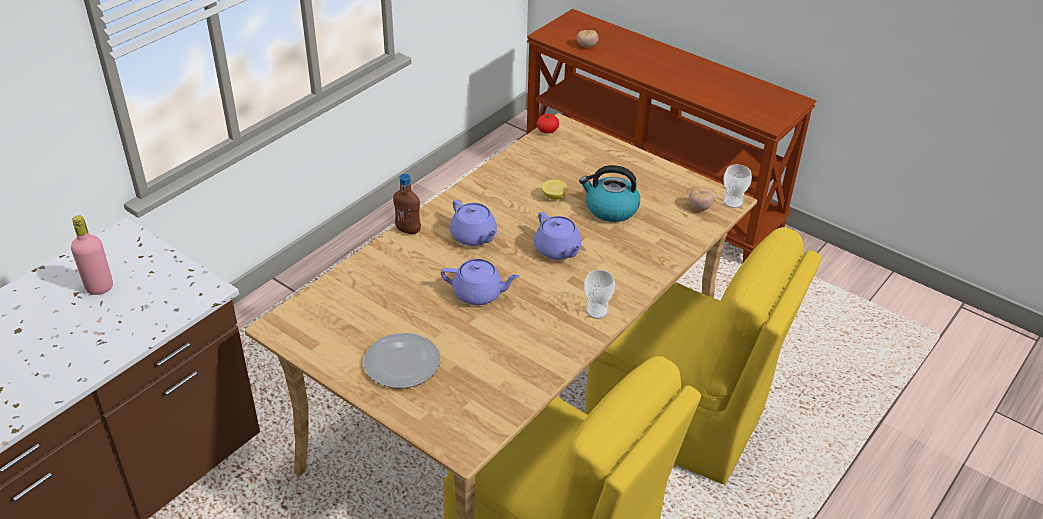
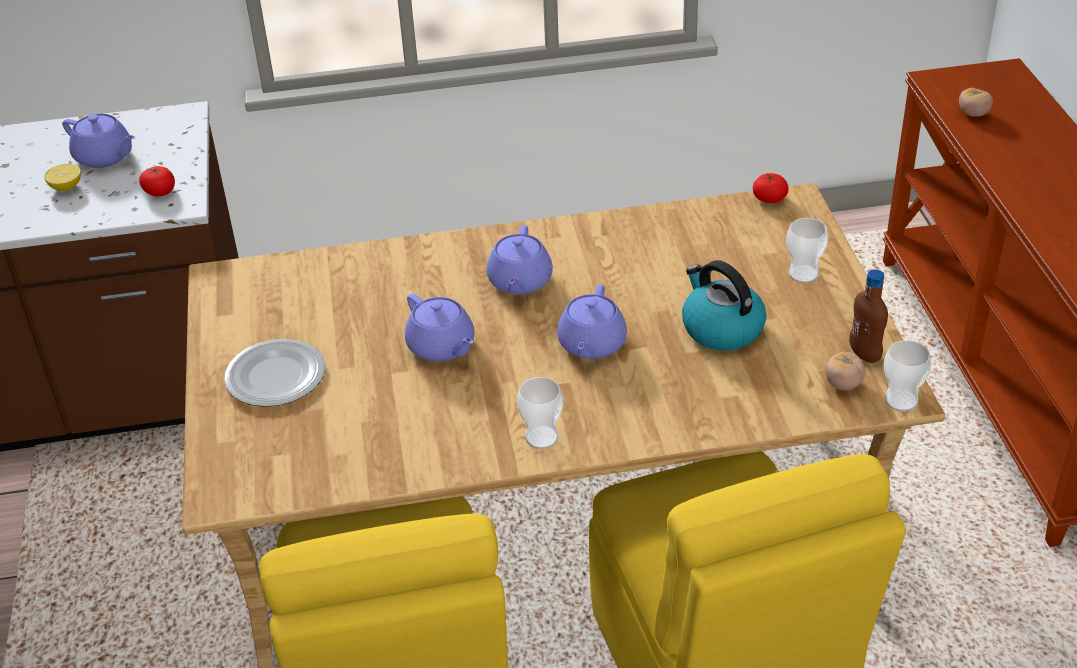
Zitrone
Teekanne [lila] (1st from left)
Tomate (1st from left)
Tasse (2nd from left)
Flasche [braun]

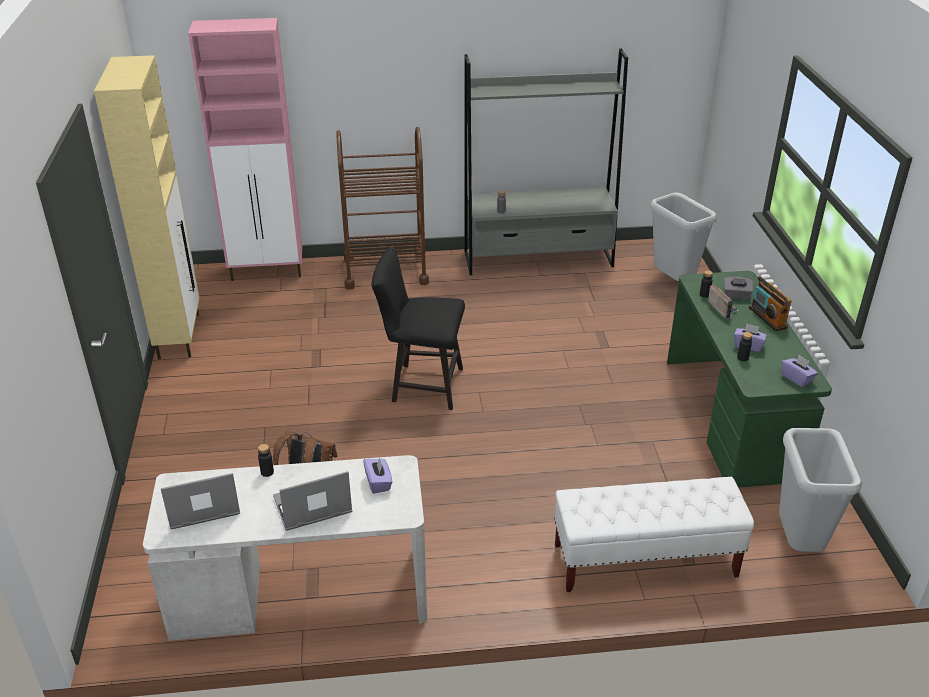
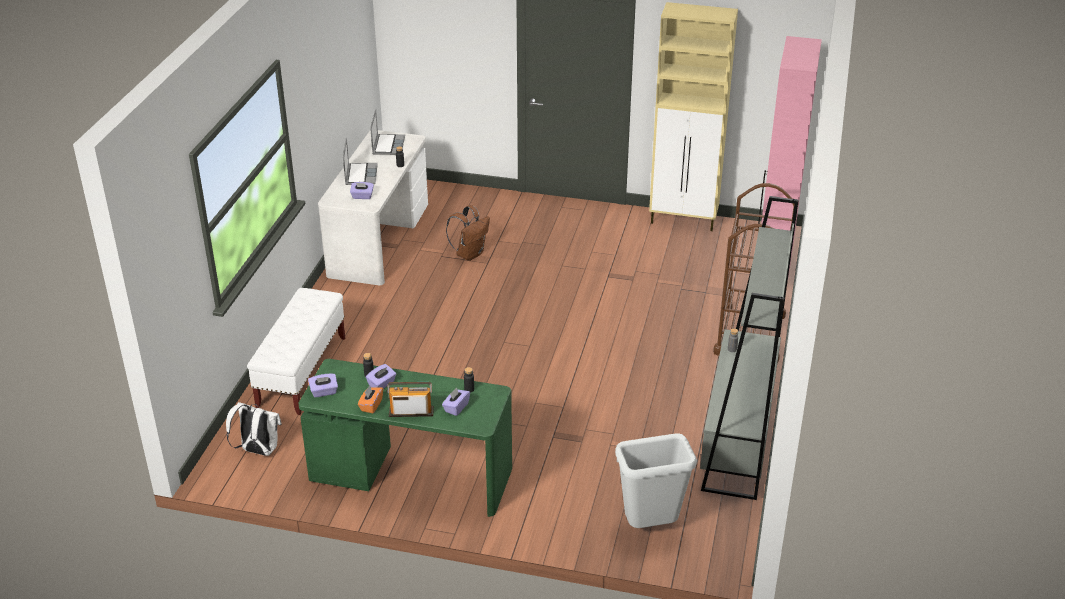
Rucksack [weiß]
Taschentuchbox [orange]
Taschentuchbox [lila] (4th from left)
Stuhl [schwarz]
Radio (1st from left in the first image)

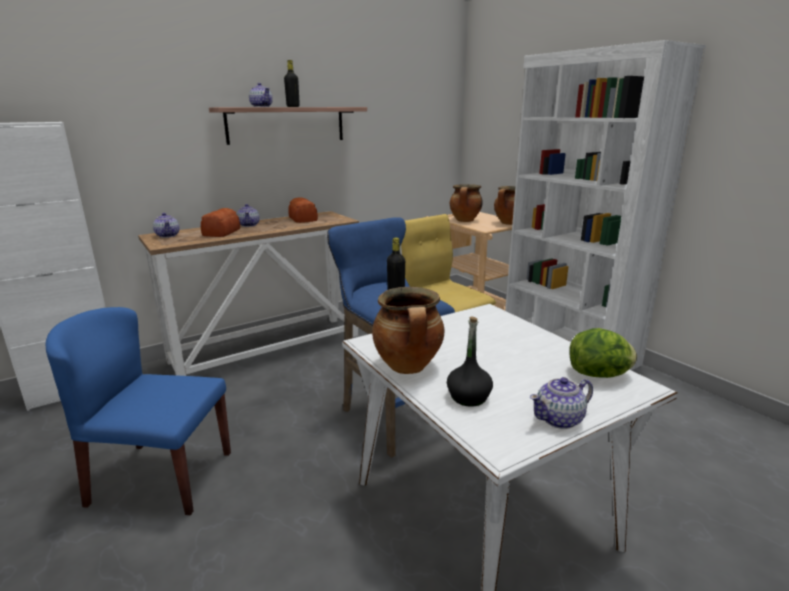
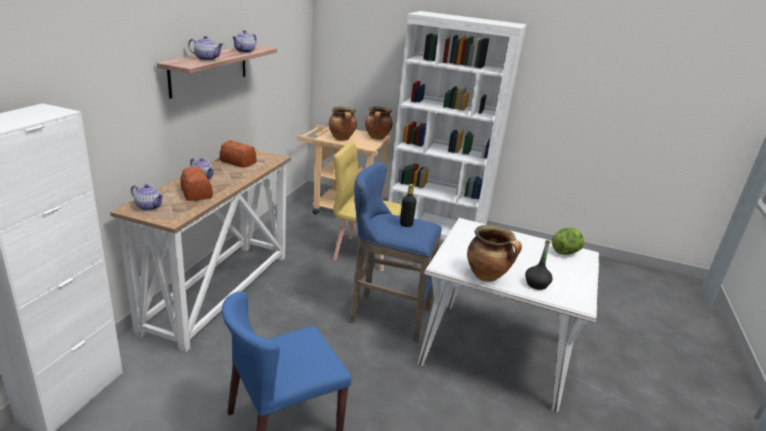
Teekanne (4th from left)
Flasche [schwarz] (1st from left in the first image)

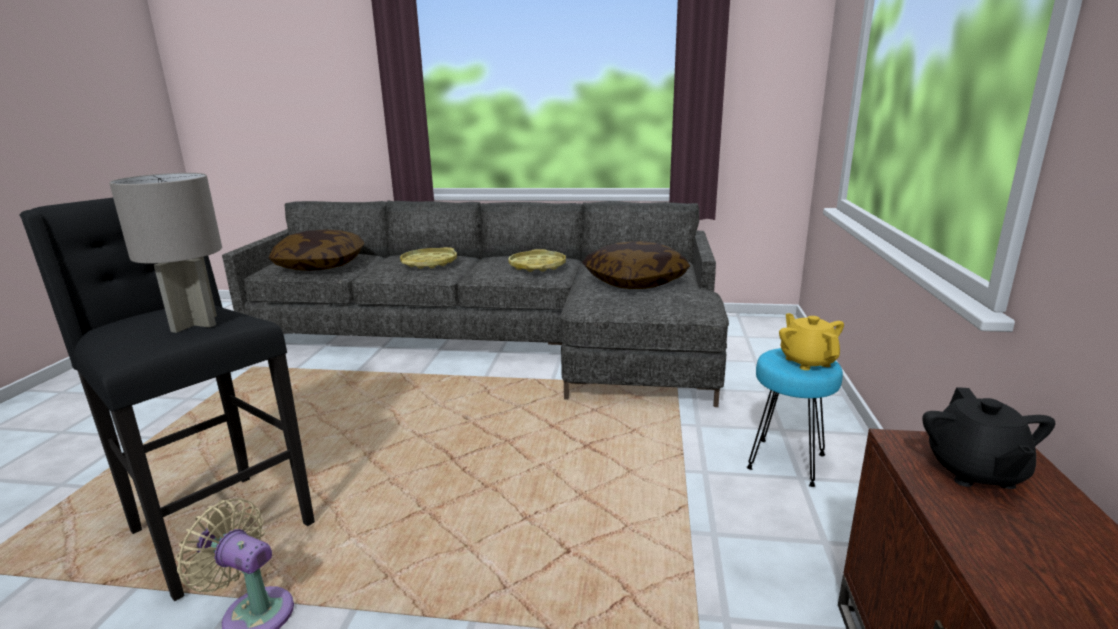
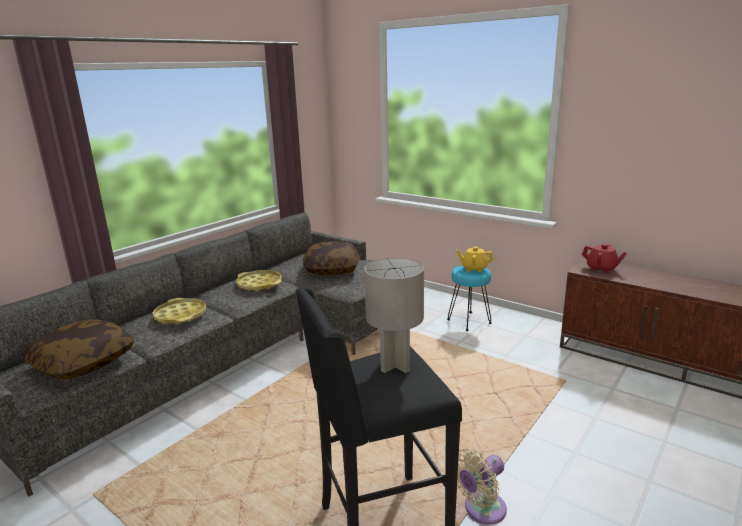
Teekanne [rot]

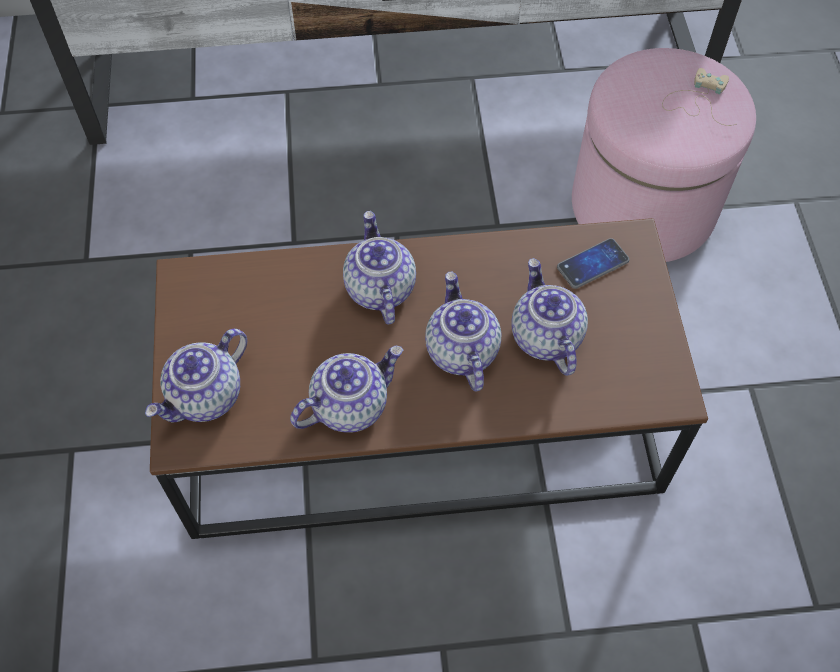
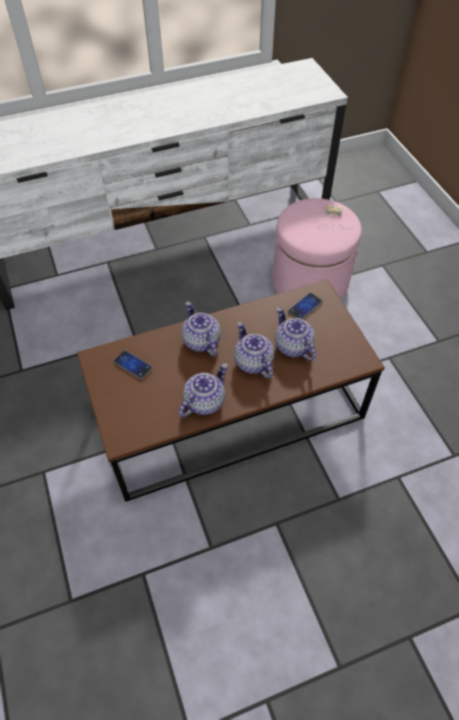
Handy (1st from left)
Teekanne (1st from left in the first image)

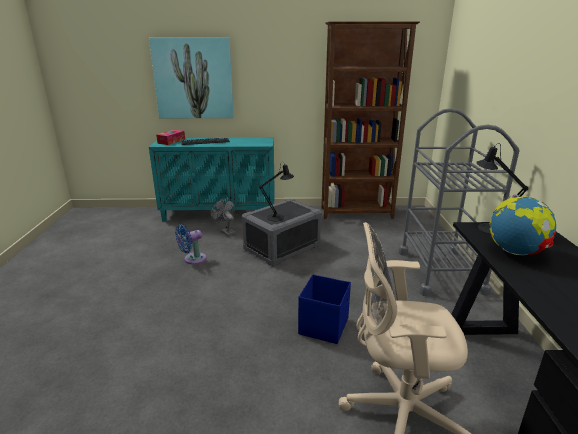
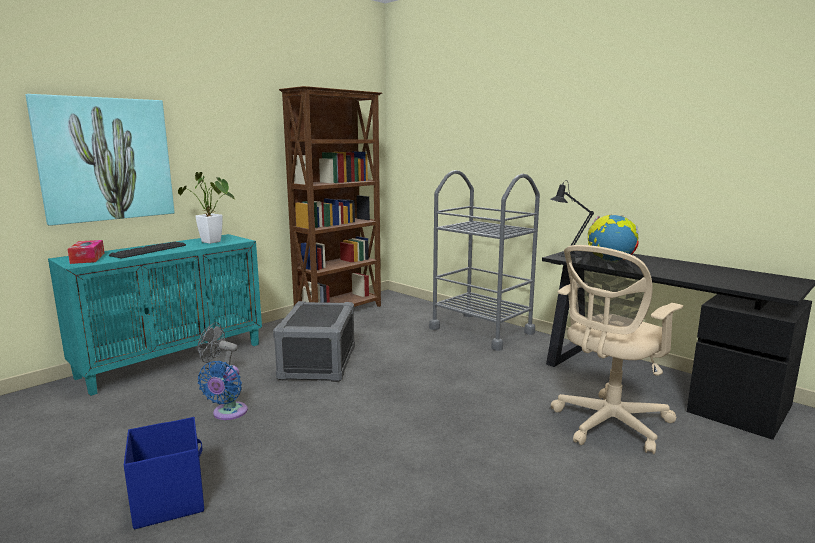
Aufbewahrungsbox [blau]
Topfpflanze
Tischlampe [schwarz] (1st from left in the first image)

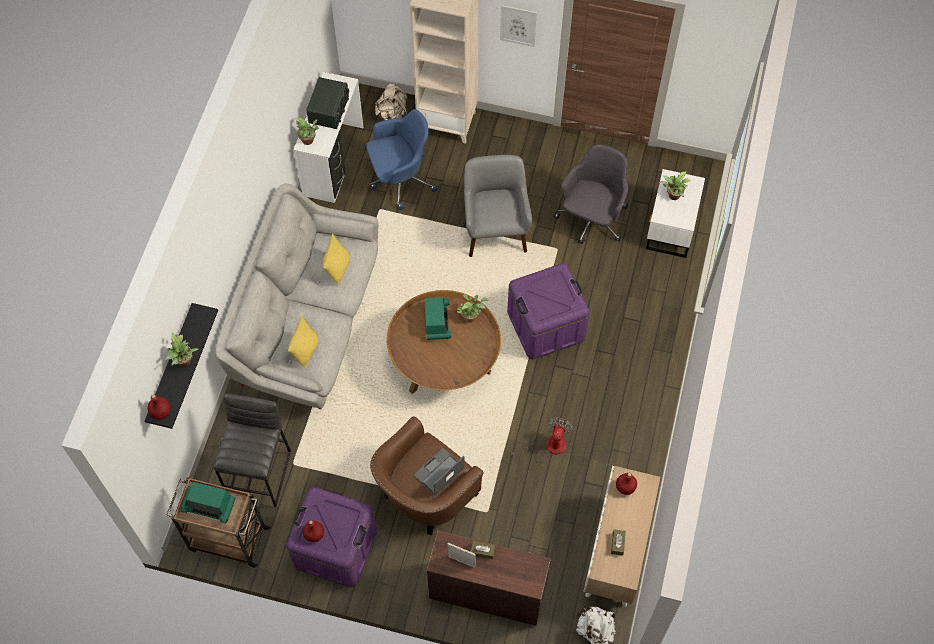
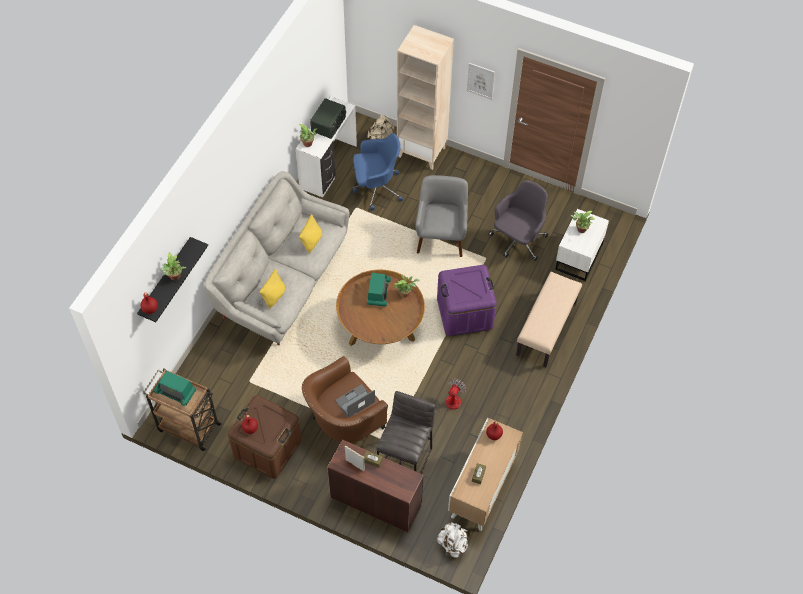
Aufbewahrungsbox [braun]
Hocker [grau]
Bank [beige]

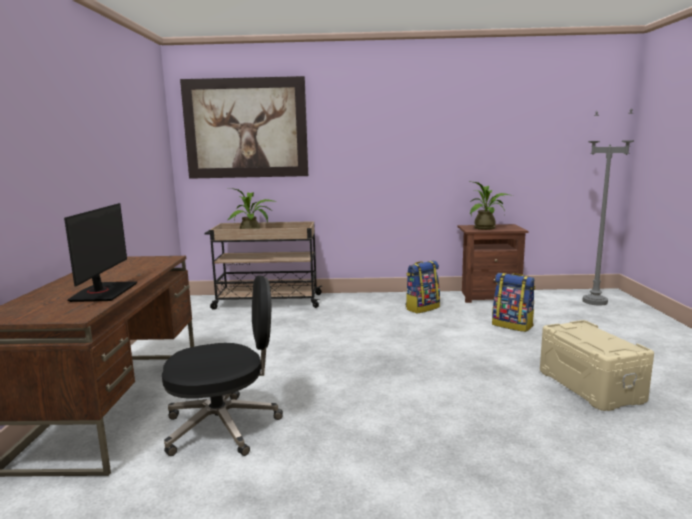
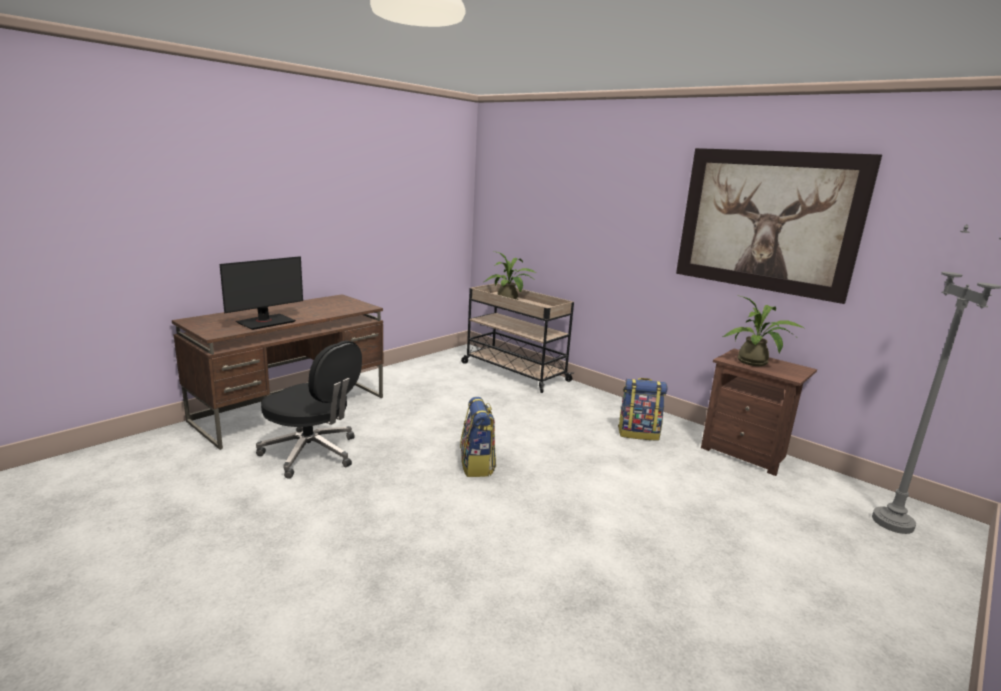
Rucksack (1st from left)
Bild
Aufbewahrungsbox [beige]

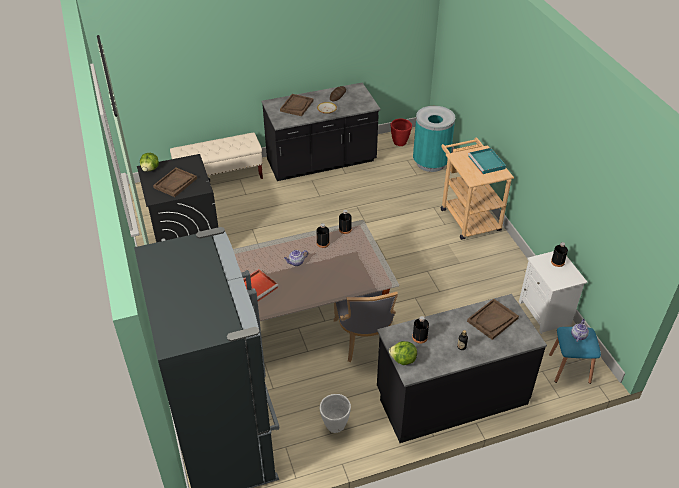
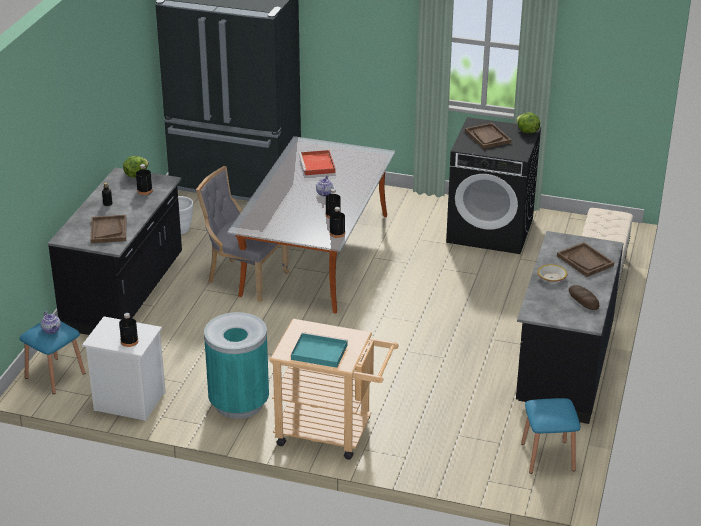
Mülleimer [türkis]
Hocker [blau] (2nd from left)

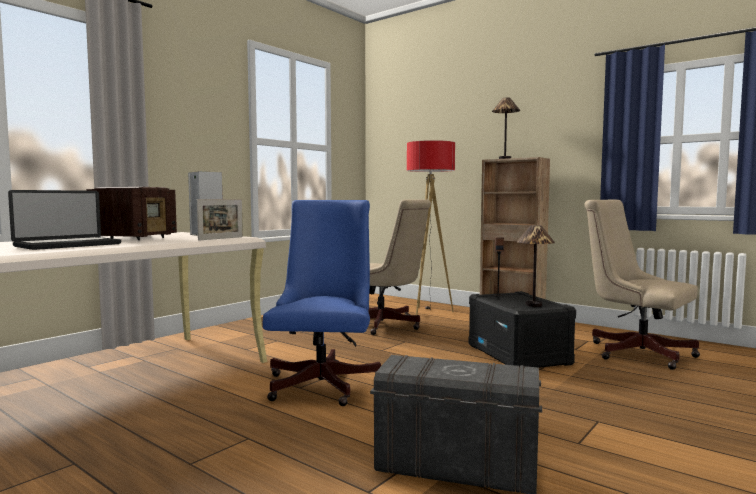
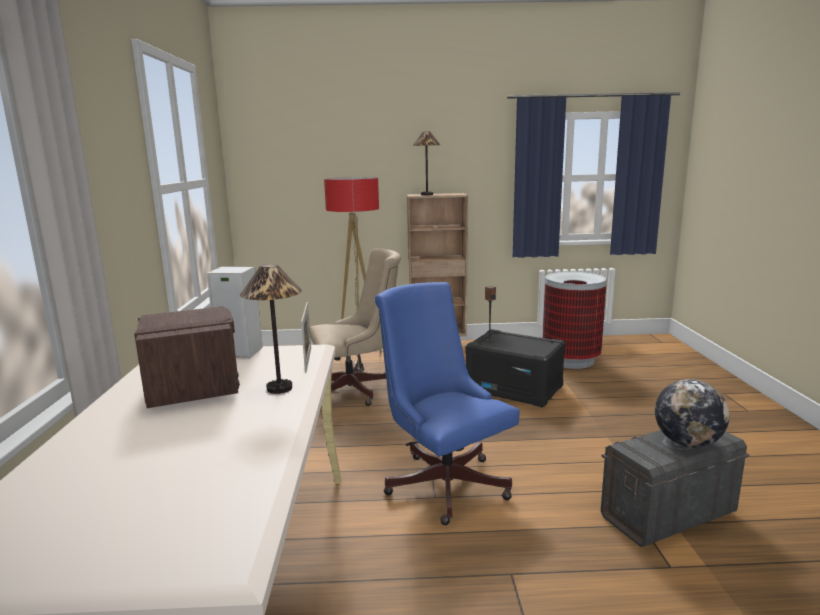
Tischlampe (1st from left)
Mülleimer
Globus
Laptop

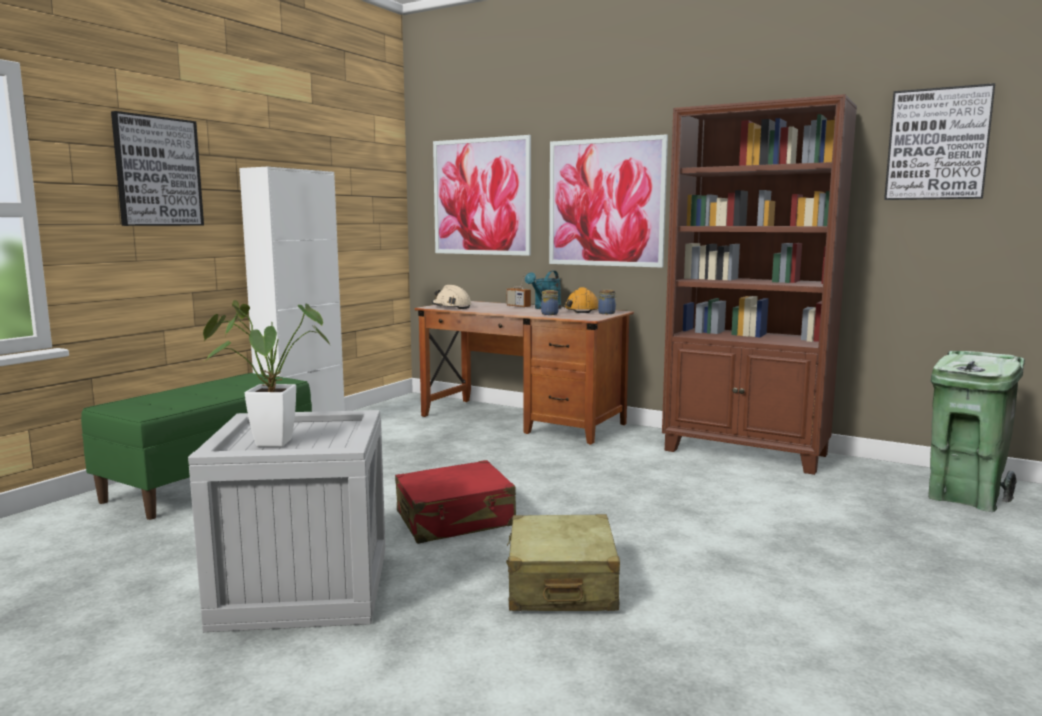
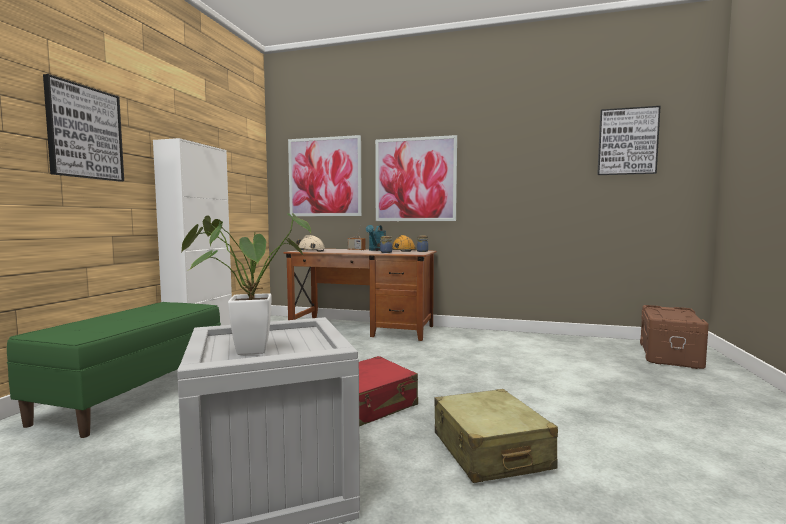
Aufbewahrungsbox [braun]
Bücherregal [braun]

